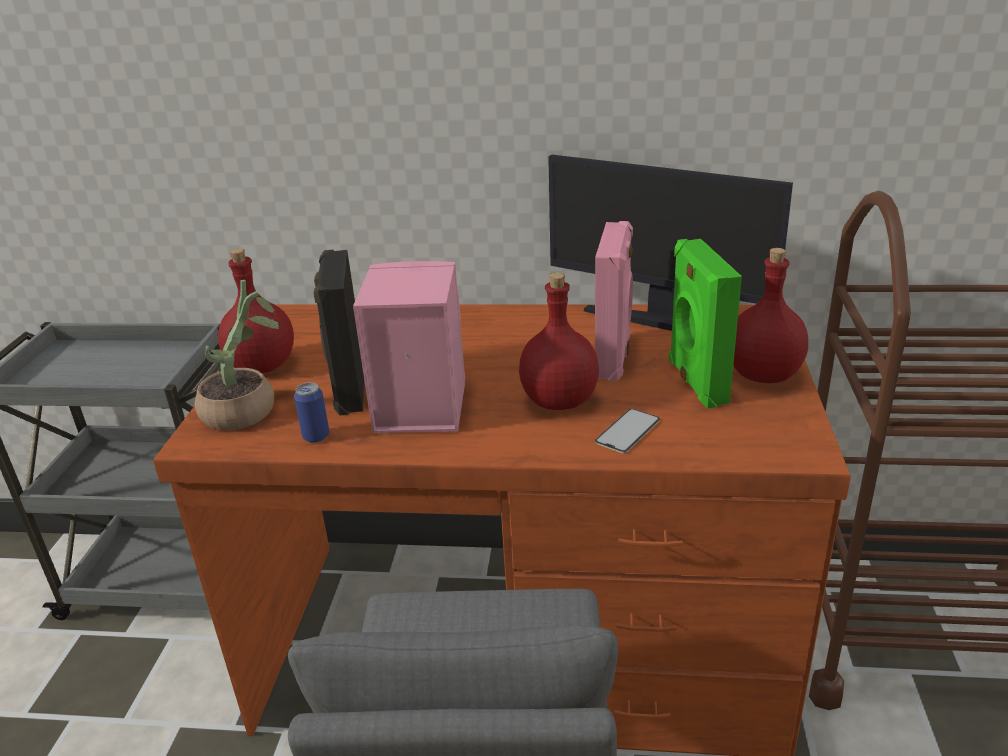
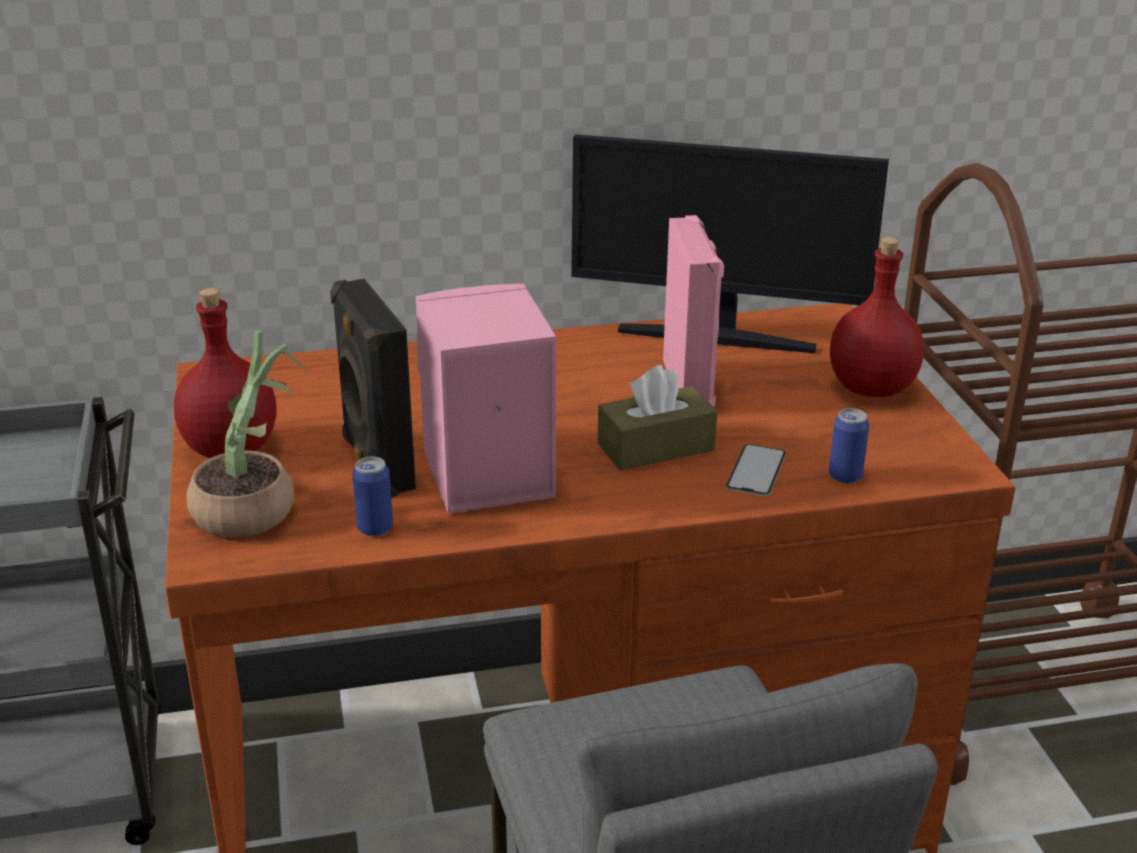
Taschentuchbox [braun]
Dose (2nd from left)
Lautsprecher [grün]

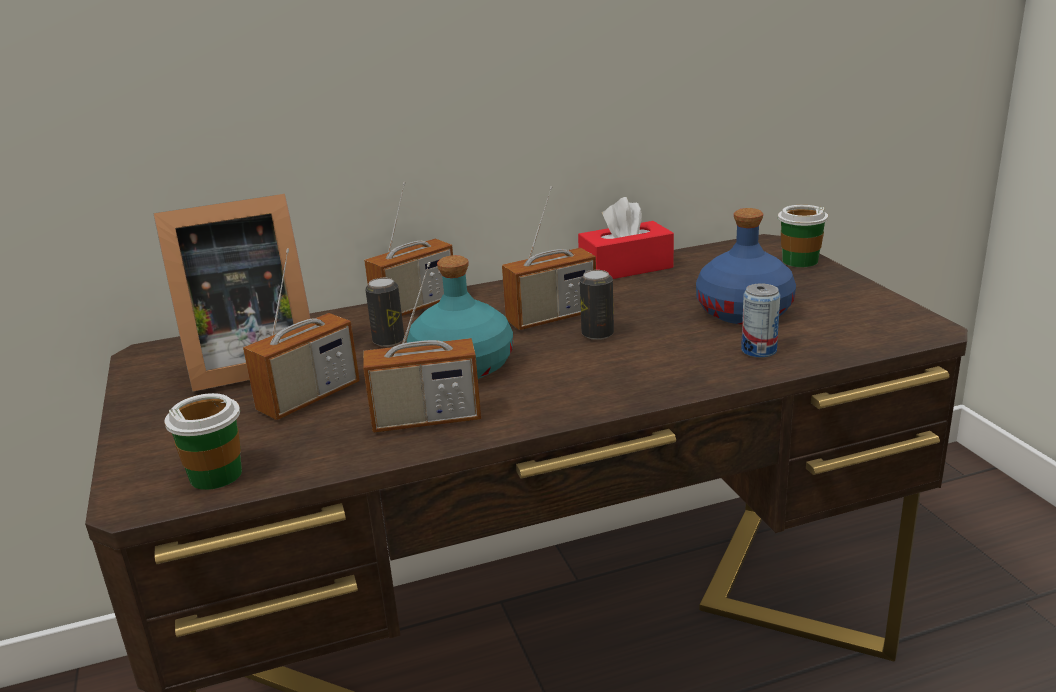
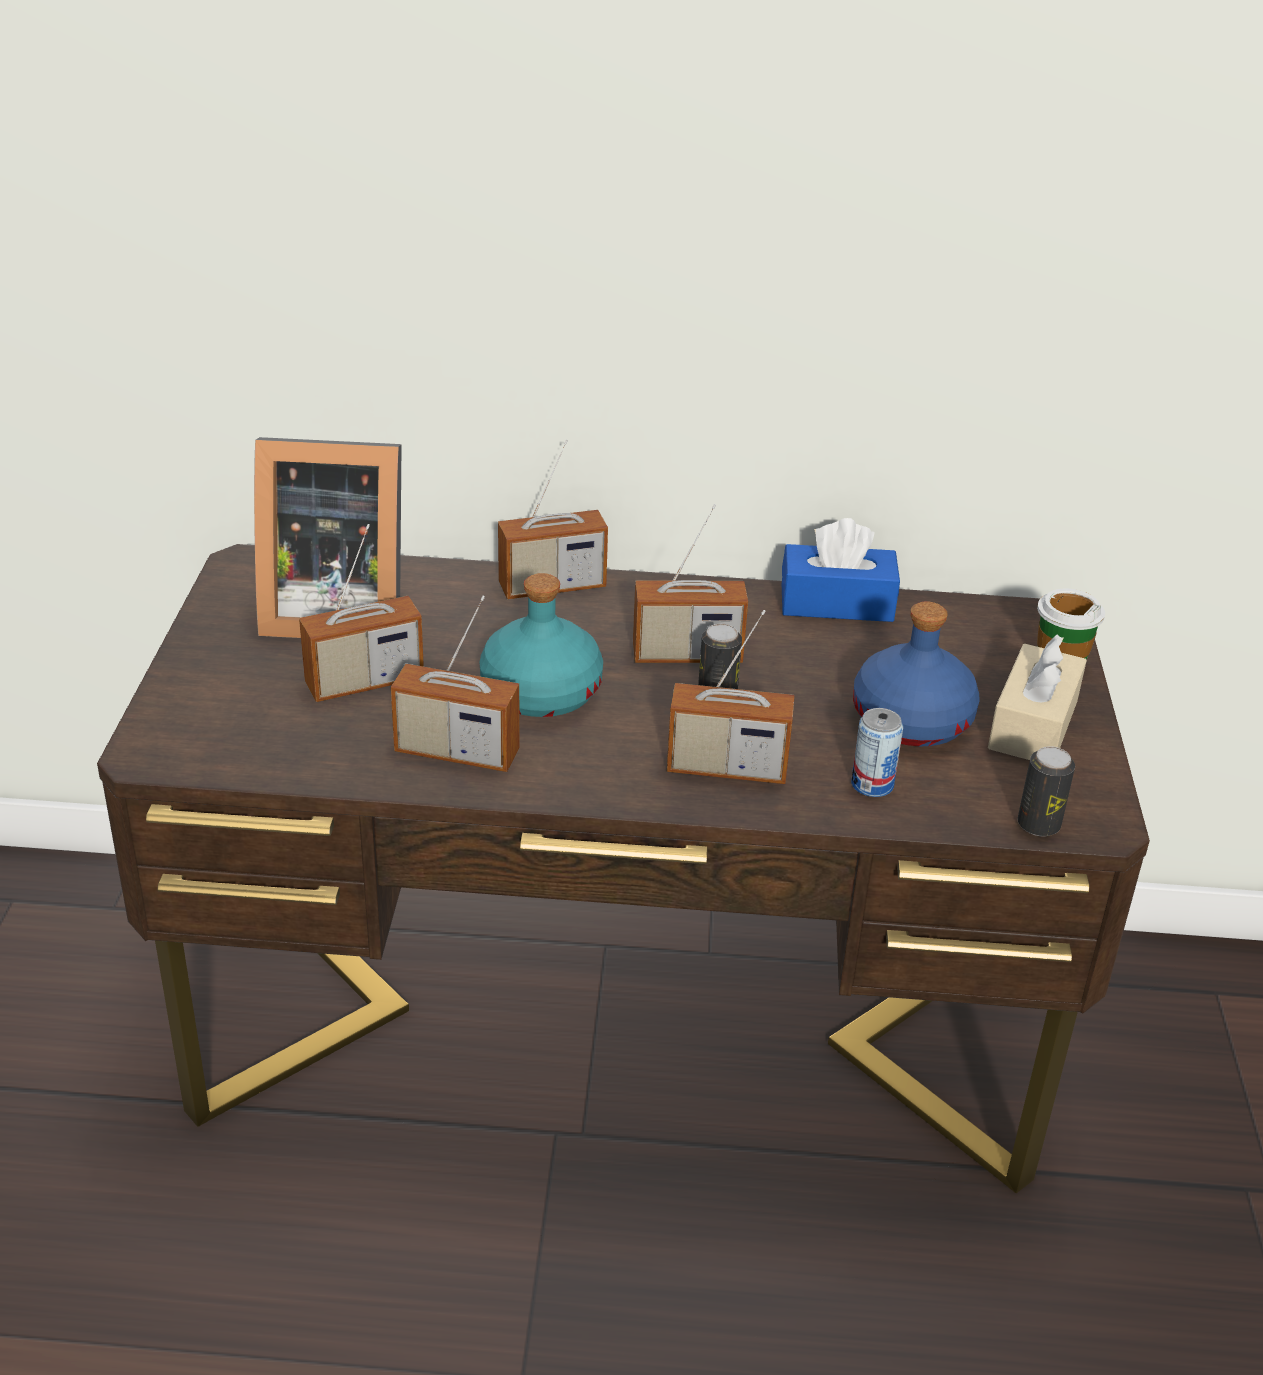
Radio (5th from left)
Taschentuchbox [blau]
Taschentuchbox [beige]
Dose (3rd from left)
Tasse (1st from left in the first image)

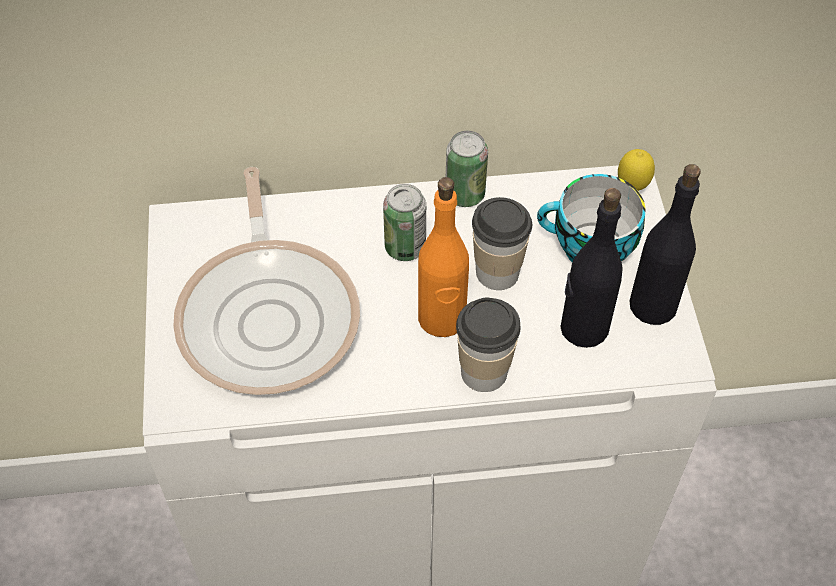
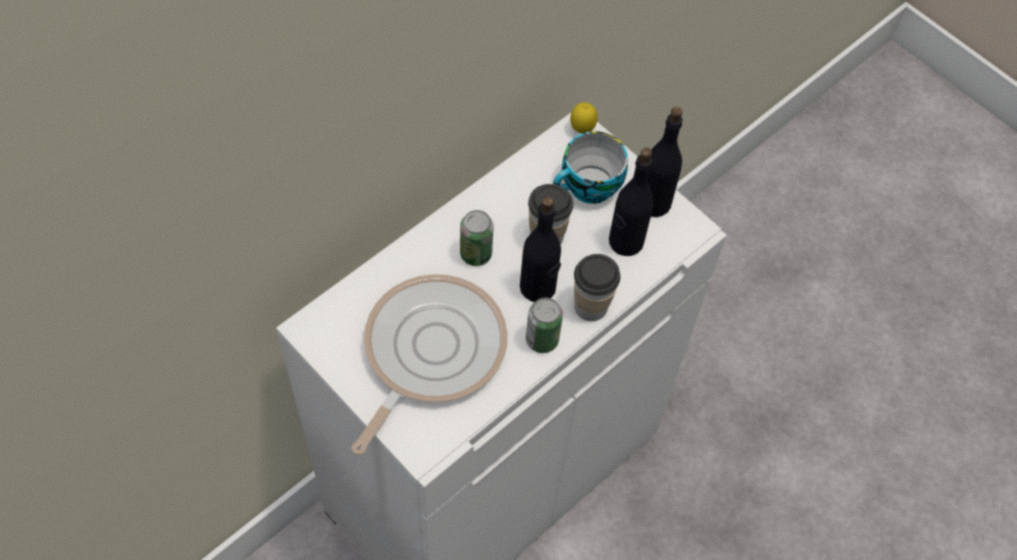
Pfanne
Flasche [schwarz] (1st from left)
Dose (2nd from left)

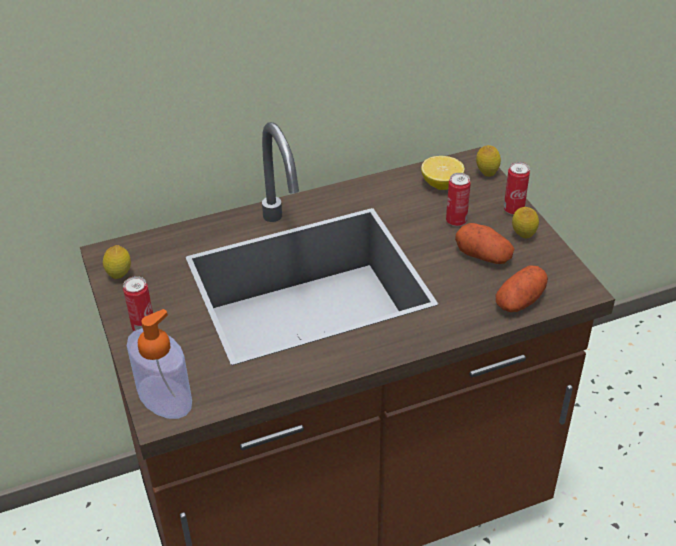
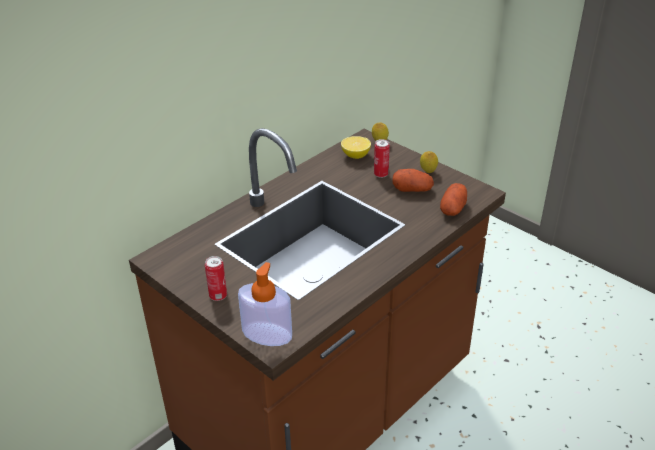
Zitrone (1st from left in the first image)
Dose (3rd from left in the first image)

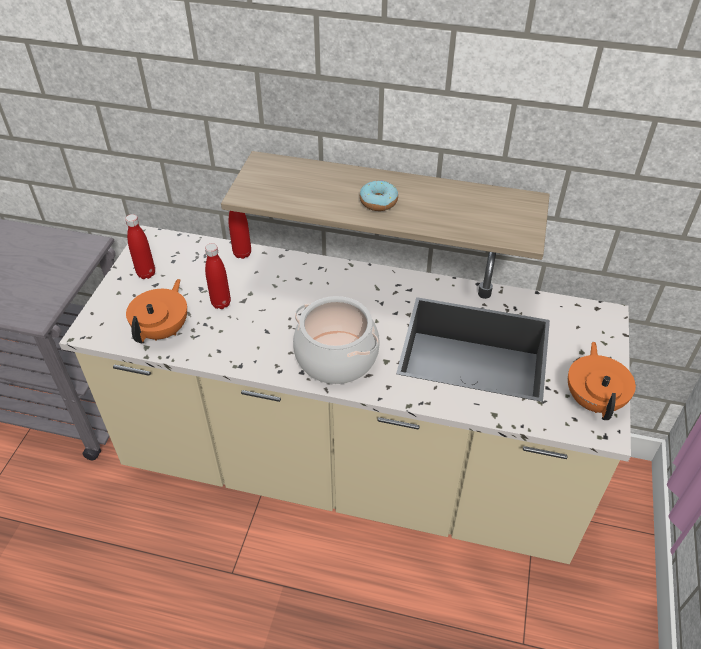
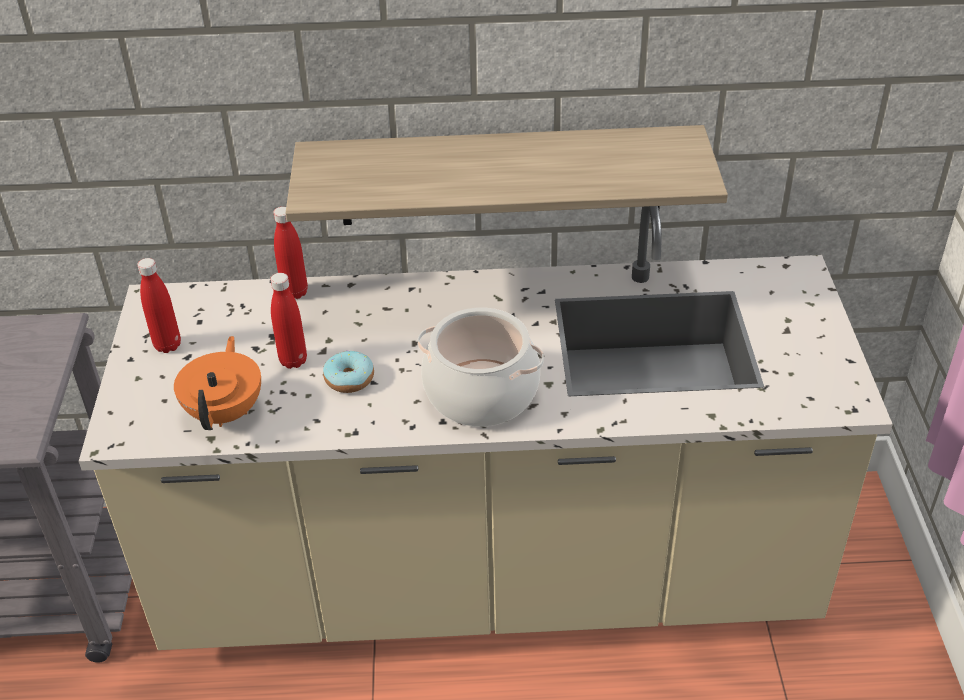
Donut
Teekanne [orange] (2nd from left in the first image)

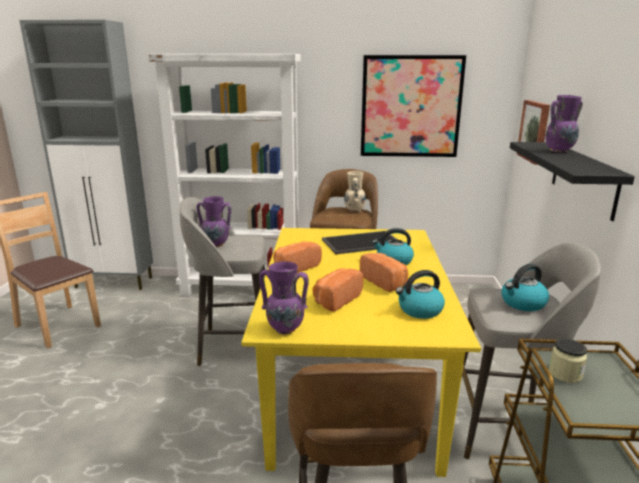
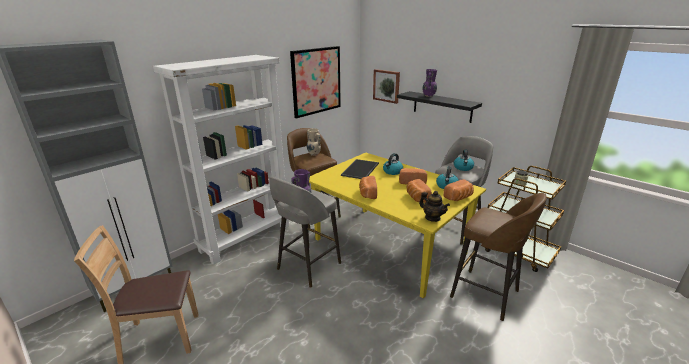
Teekanne
Brot (4th from left)

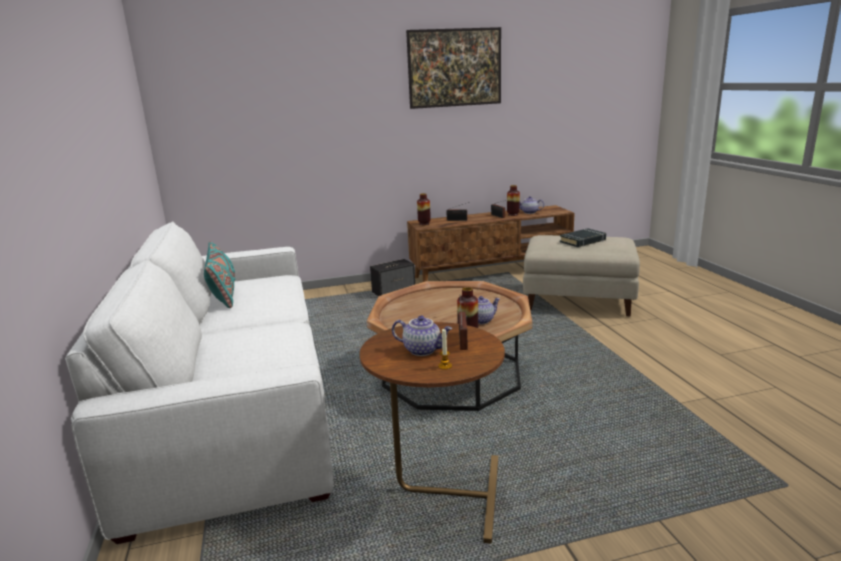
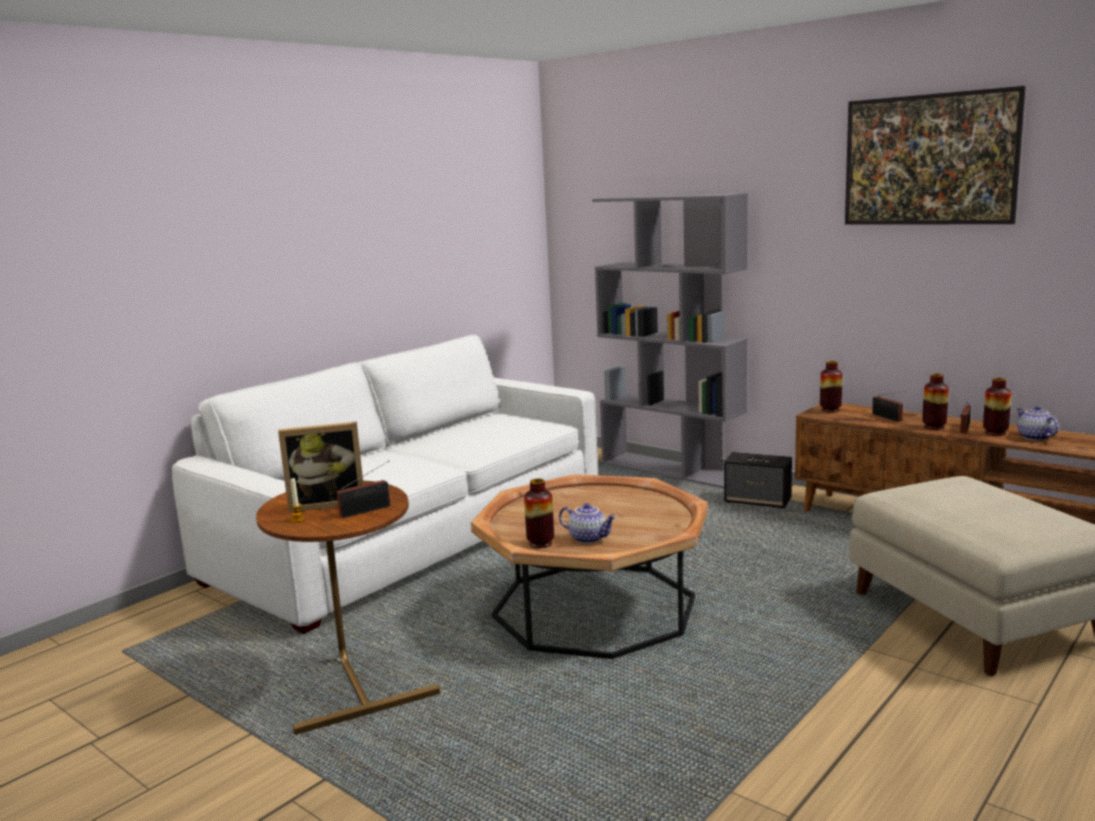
Bilderrahmen
Bücherregal [grau]
Vase (3rd from left)
Kissen [türkis]
Buch [schwarz]

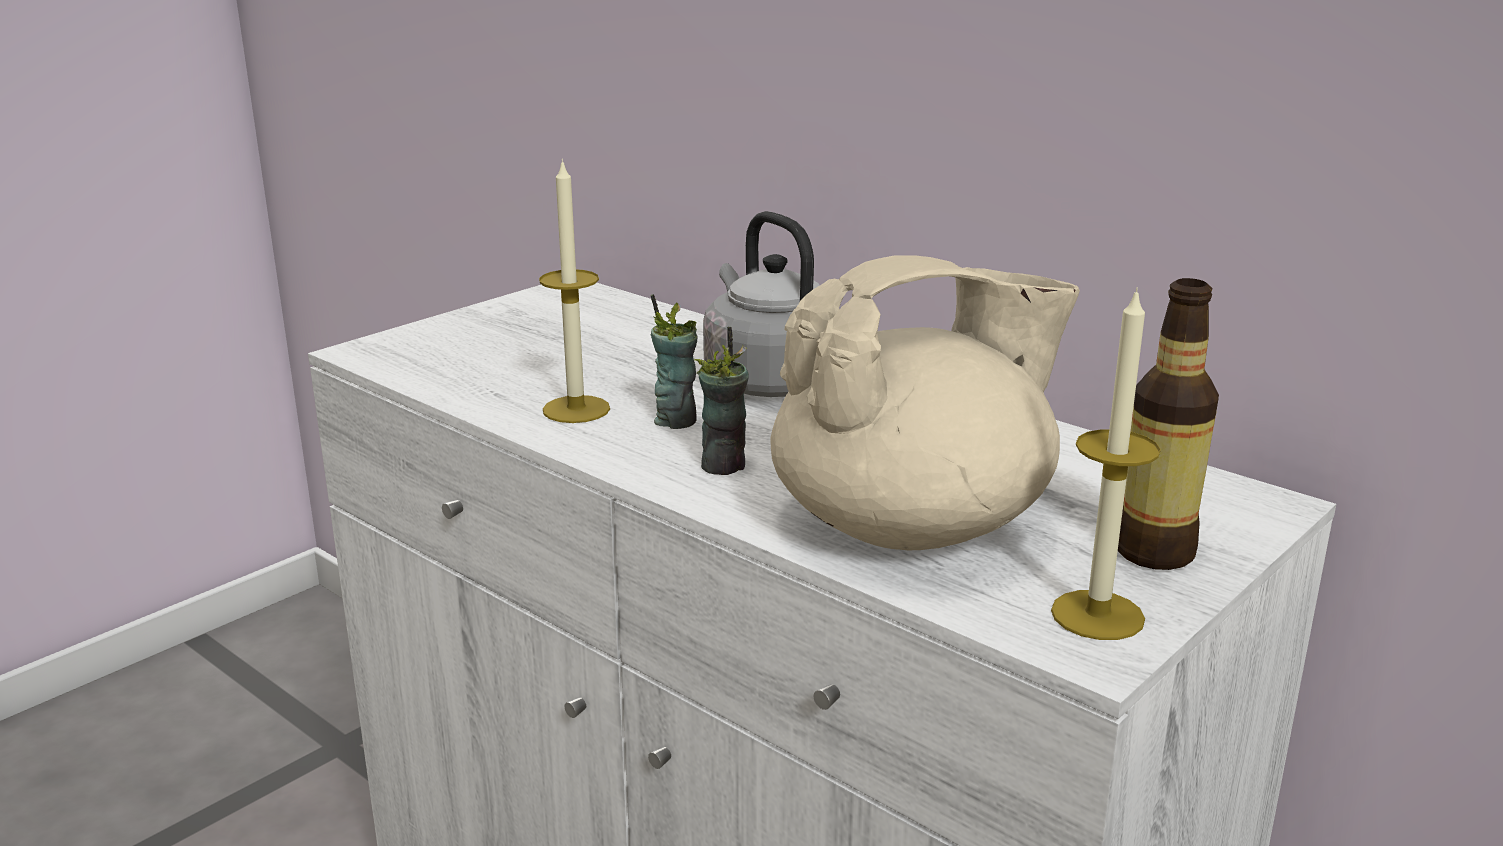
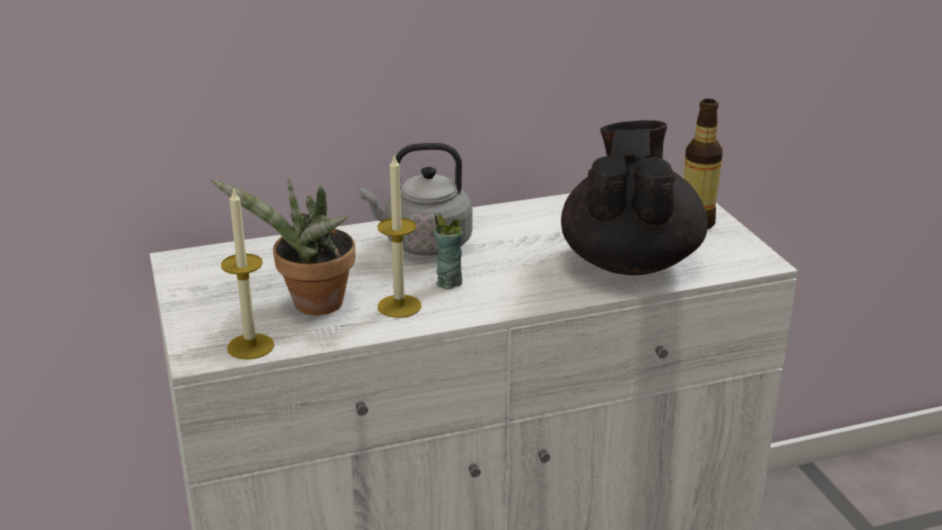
Topfpflanze
Kerze (1st from left)
Teekanne [schwarz]
Tasse (2nd from left in the first image)

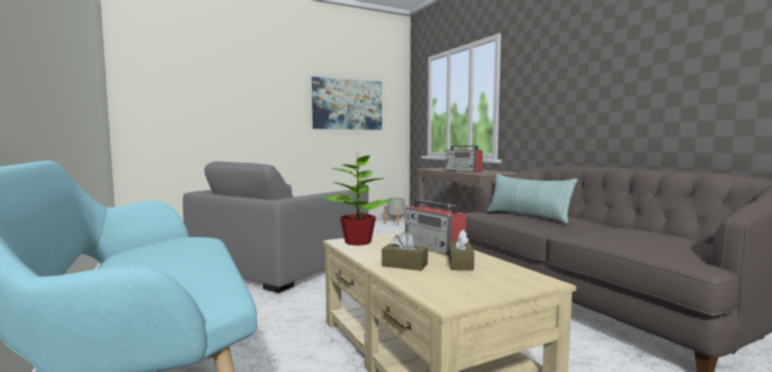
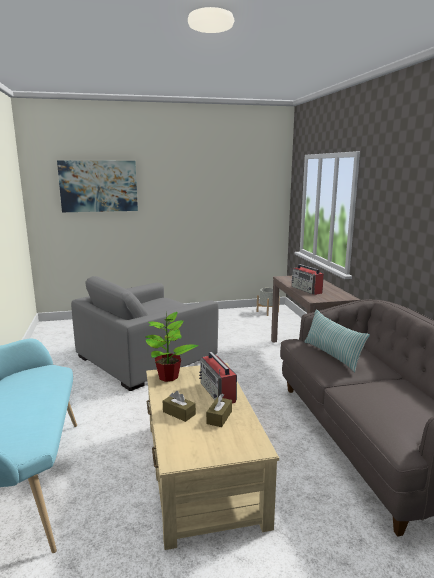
Bild

